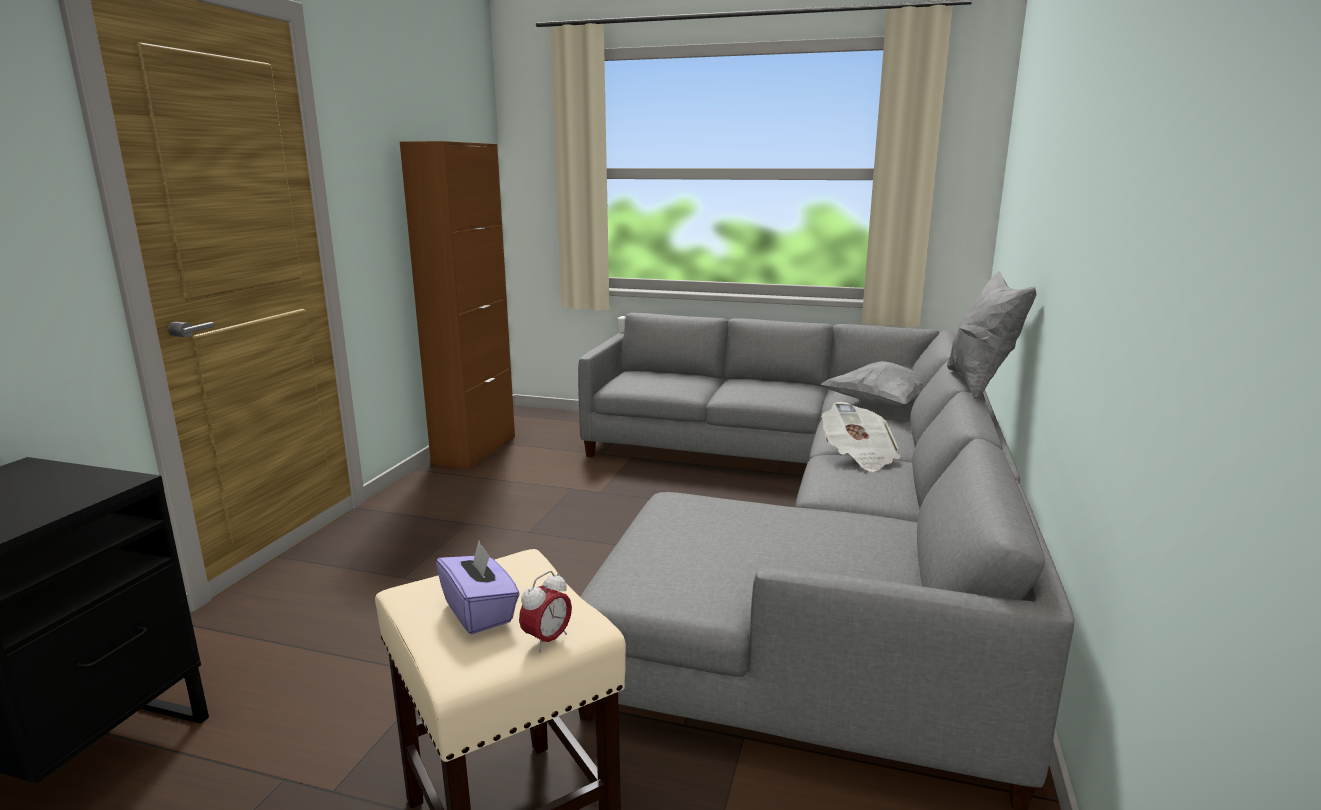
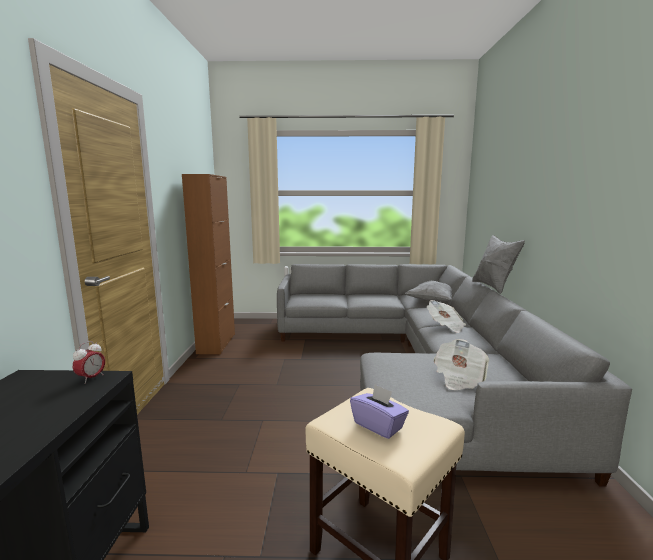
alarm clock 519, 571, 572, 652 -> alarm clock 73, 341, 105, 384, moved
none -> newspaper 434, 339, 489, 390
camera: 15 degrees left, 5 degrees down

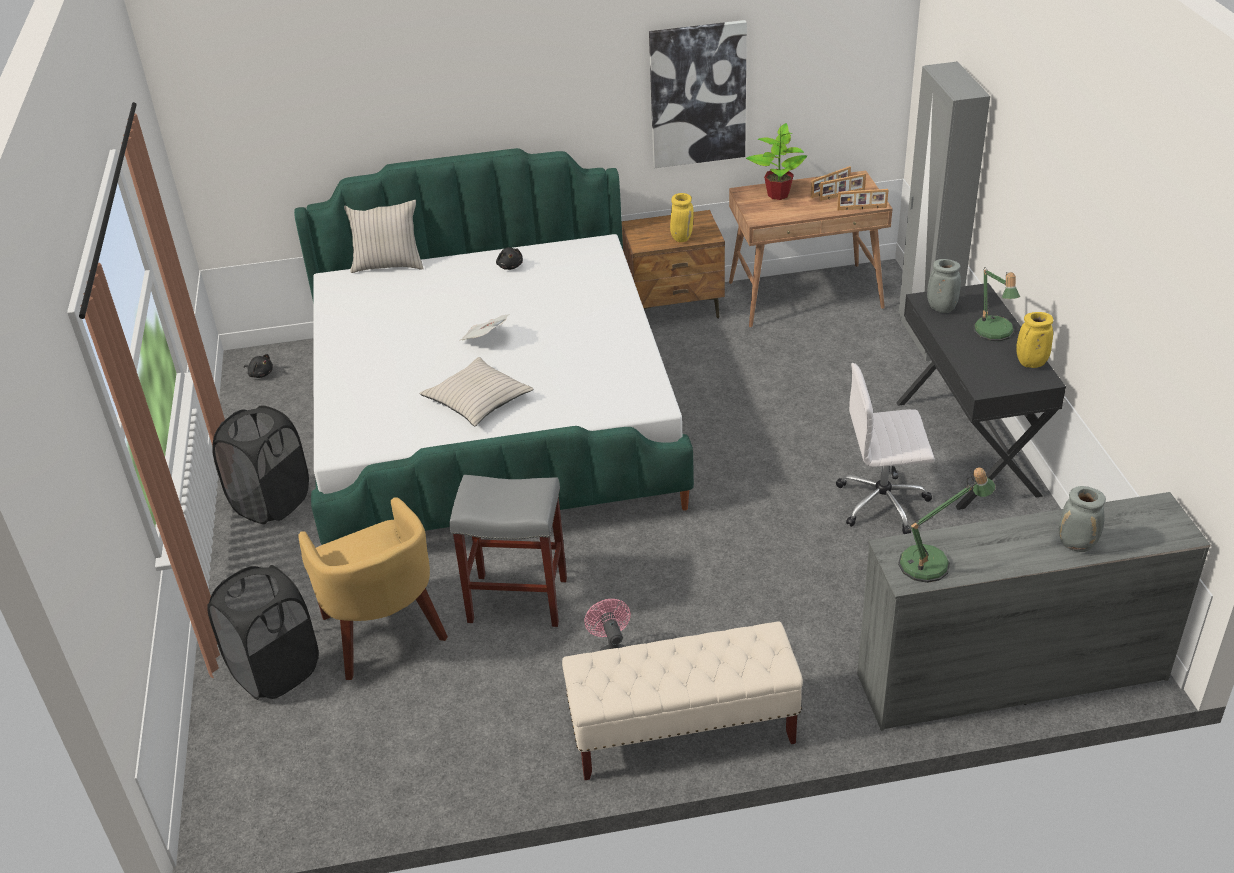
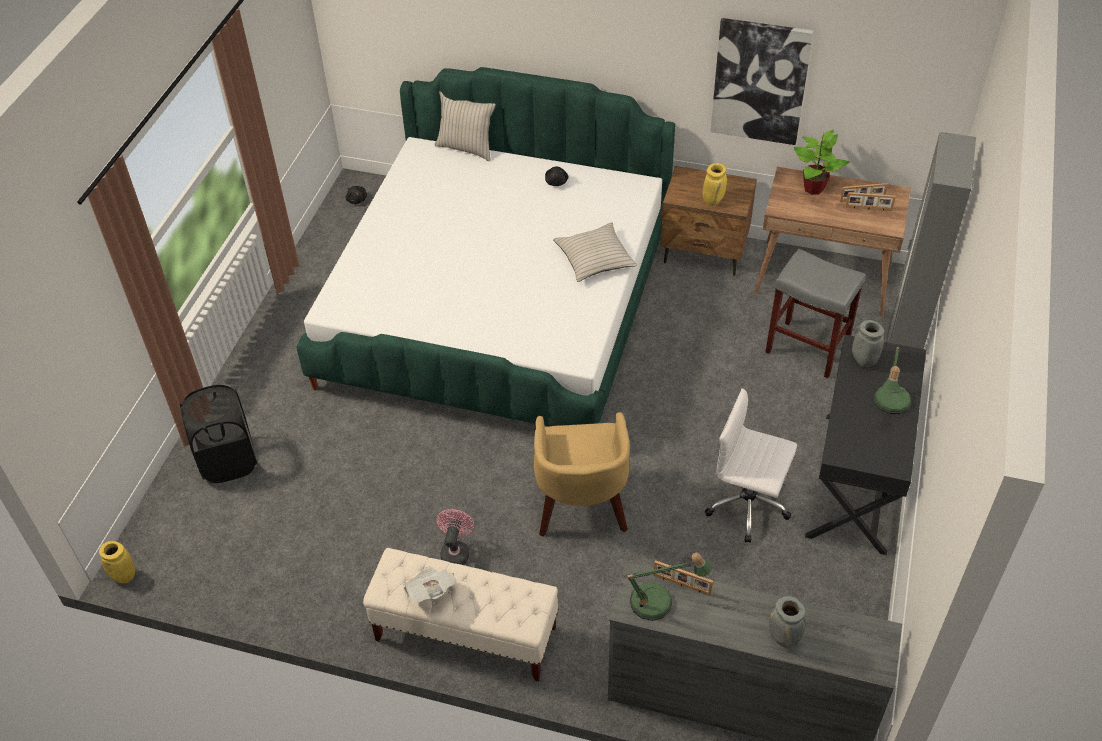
laundry basket/black 212, 405, 309, 524 -> none
armchair/yellow 298, 498, 448, 680 -> armchair/yellow 534, 412, 630, 537, moved
pillow/beige 419, 357, 534, 426 -> pillow/beige 553, 222, 637, 282, moved
stool/grey 449, 475, 567, 627 -> stool/grey 765, 249, 866, 378, moved
newspaper 459, 314, 510, 341 -> newspaper 403, 566, 455, 603, moved
picture frame 837, 189, 888, 210 -> picture frame 653, 560, 713, 596, moved
vase/yellow 1016, 312, 1053, 368 -> vase/yellow 99, 541, 135, 584, moved
camera: 25 degrees right, 10 degrees up

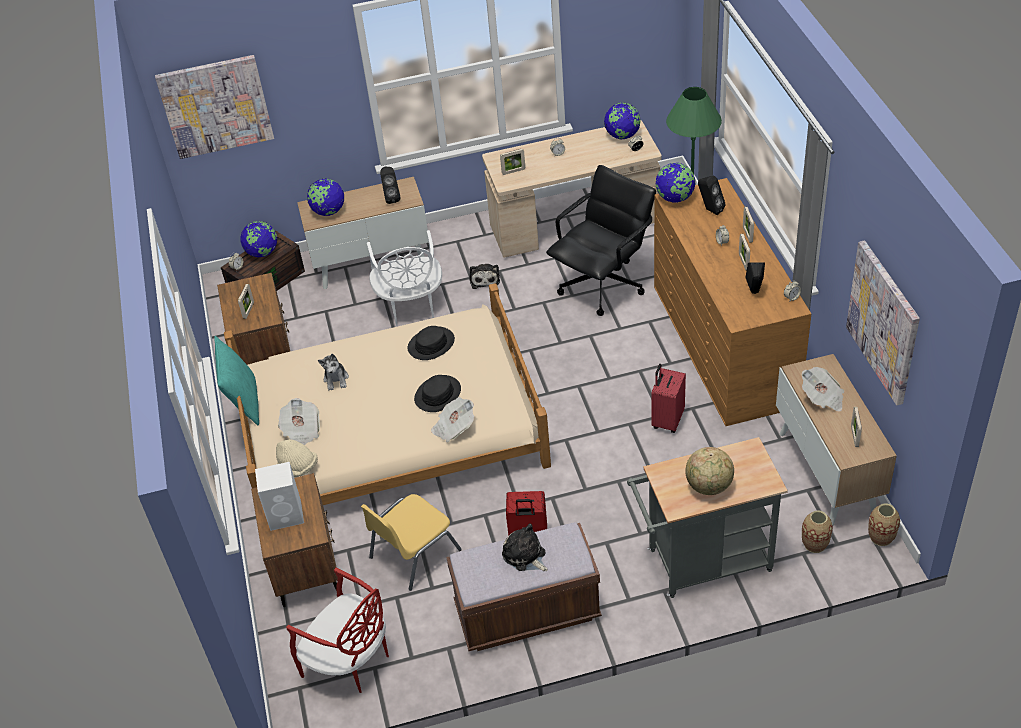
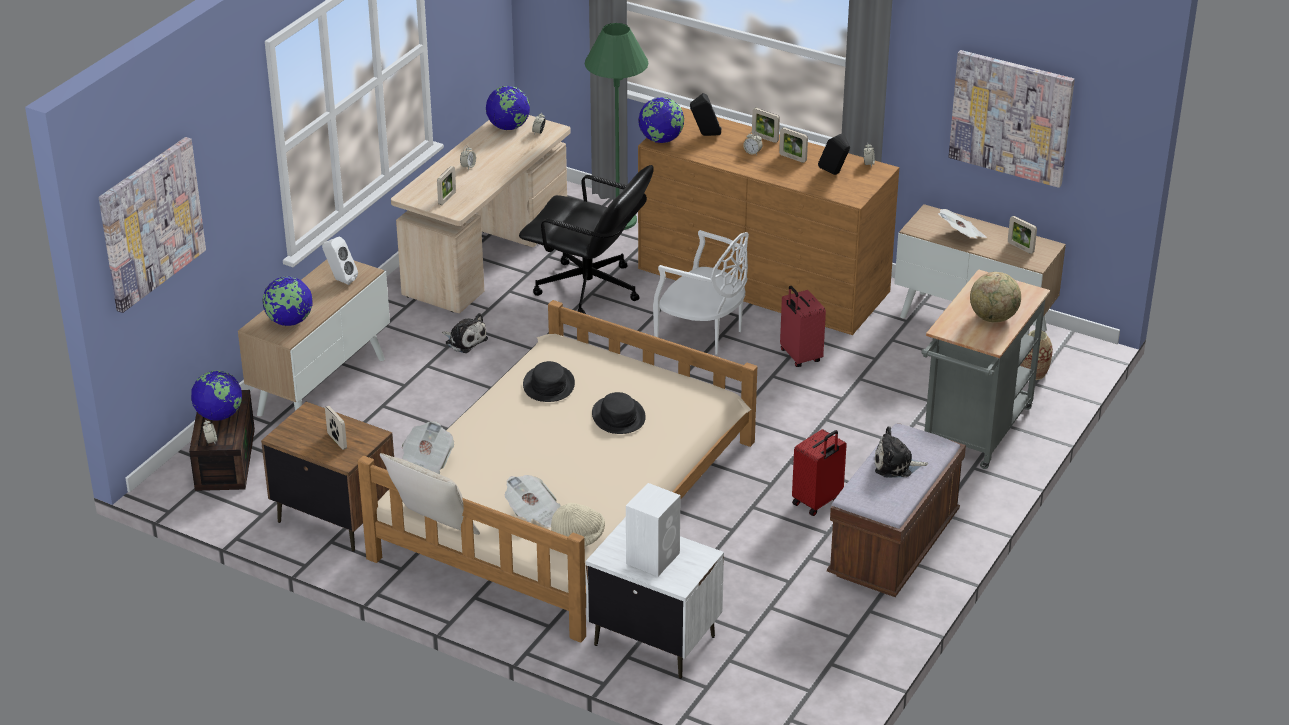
pillow/turquoise 214, 336, 259, 425 -> pillow/beige 380, 453, 480, 535
nightstand/brown 251, 473, 338, 607 -> nightstand/white 586, 517, 724, 679
chair/red 286, 568, 389, 693 -> none
plush toy 318, 354, 349, 391 -> none
chair/yellow 361, 494, 462, 591 -> none
chair/white 367, 230, 442, 326 -> chair/white 653, 230, 749, 355, moved
speaker/black 380, 167, 401, 204 -> speaker/white 322, 237, 358, 285
newspaper 431, 397, 474, 442 -> newspaper 402, 421, 454, 474, moved
office chair/black 546, 165, 656, 316 -> office chair/black 519, 165, 654, 314, 120 degrees clockwise
vase 868, 503, 900, 546 -> none
camera: 50 degrees left, 10 degrees down

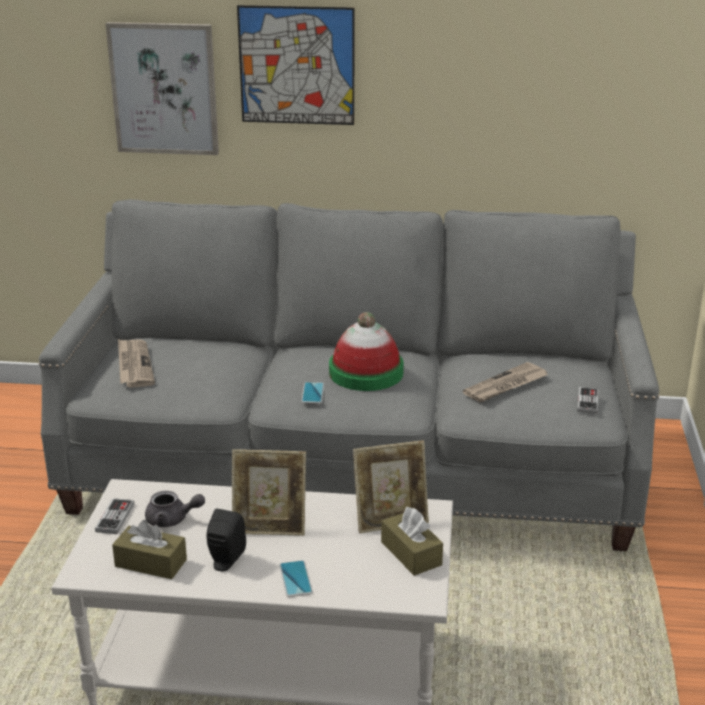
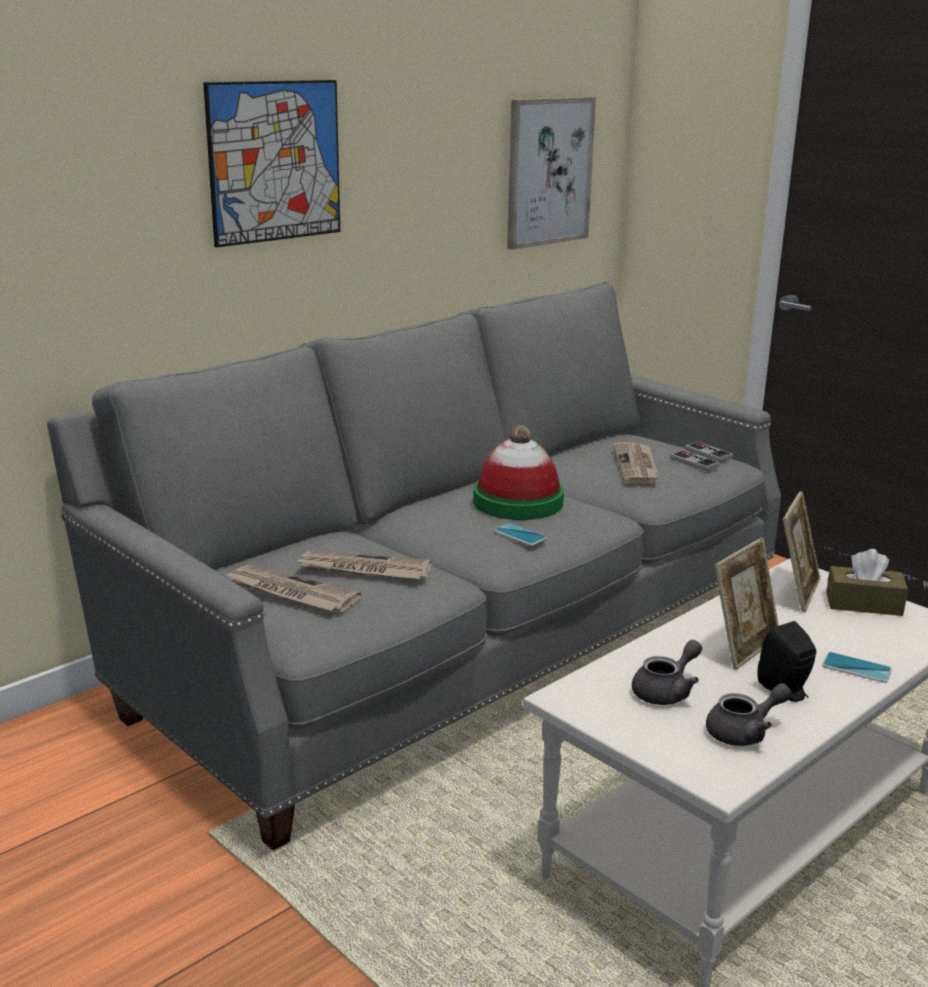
game controller 95, 498, 134, 534 -> game controller 670, 450, 720, 471, moved
picture 105, 22, 219, 155 -> picture 507, 97, 596, 250, moved
tissue box/brown 112, 520, 187, 579 -> teapot/grey 706, 683, 792, 746
none -> newspaper 295, 551, 432, 579
camera: 50 degrees left, 5 degrees down

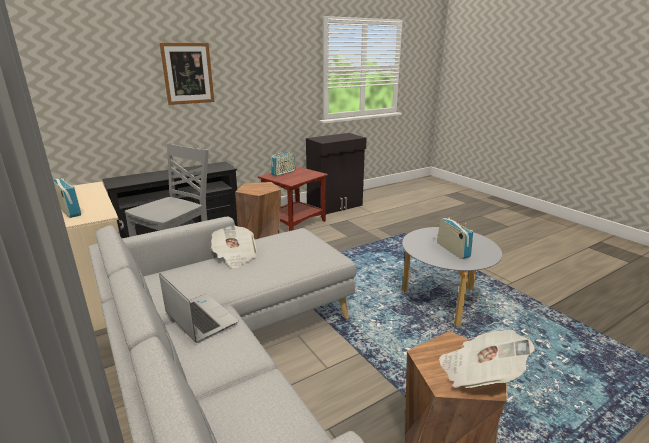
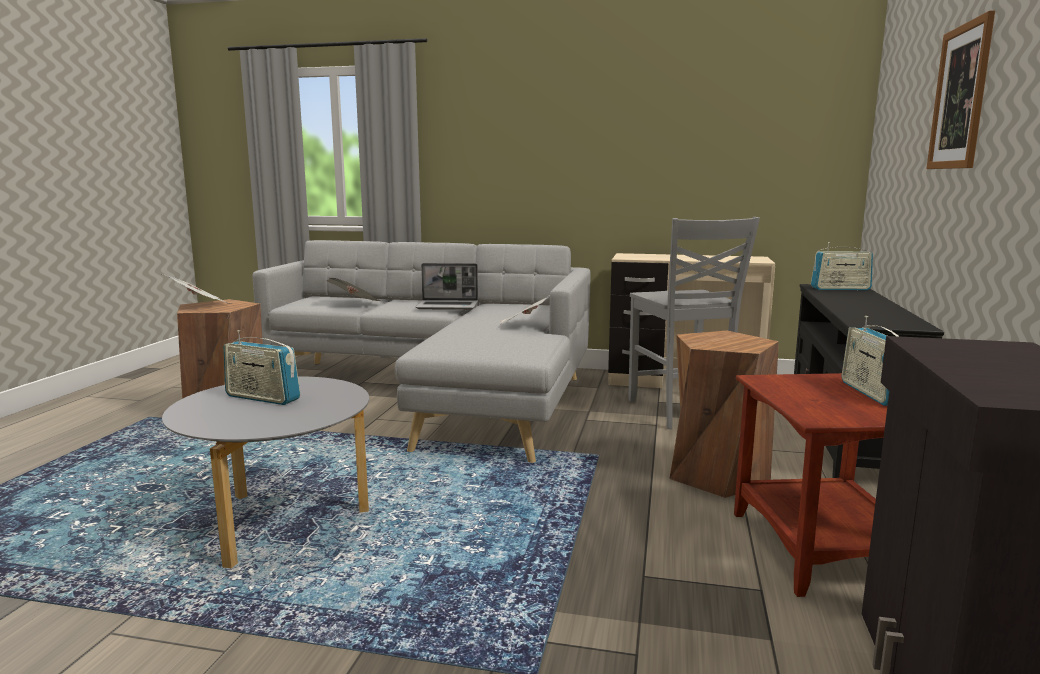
radio 53, 178, 81, 218 -> radio 811, 242, 873, 290, moved
none -> newspaper 326, 278, 381, 301
camera: 135 degrees right, 10 degrees down

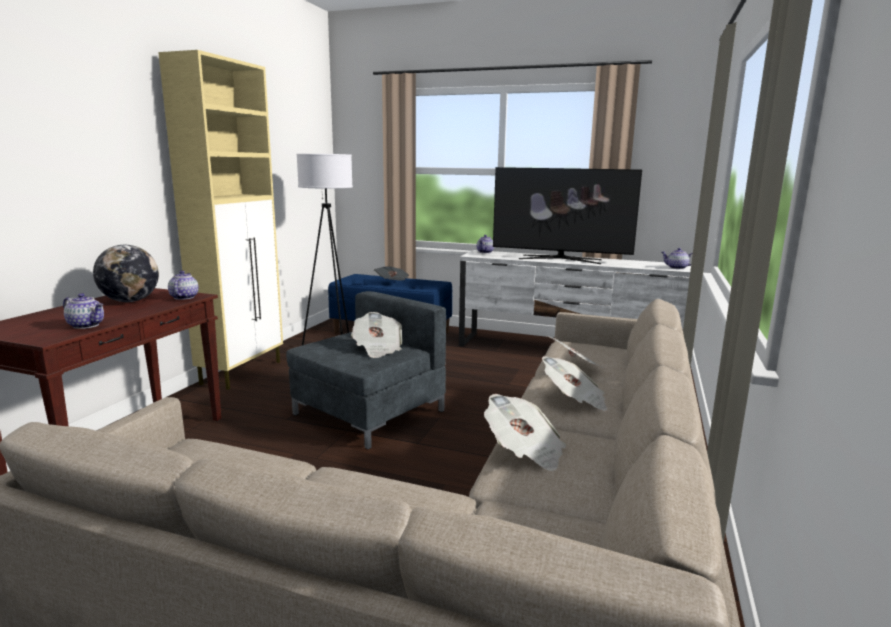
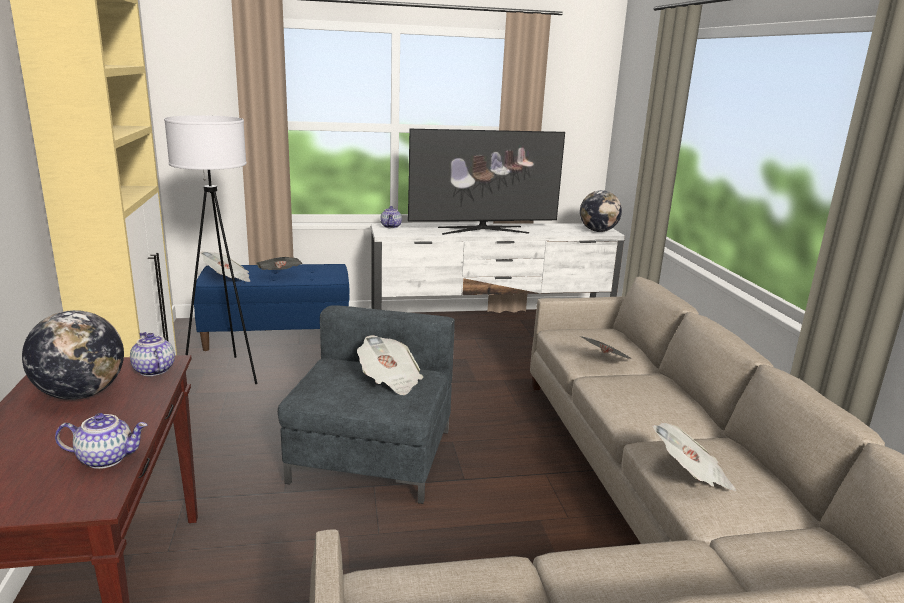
newspaper 542, 356, 607, 411 -> newspaper 201, 251, 250, 282, moved
teapot 661, 248, 693, 269 -> globe 580, 190, 622, 232
camera: 30 degrees left, 5 degrees up

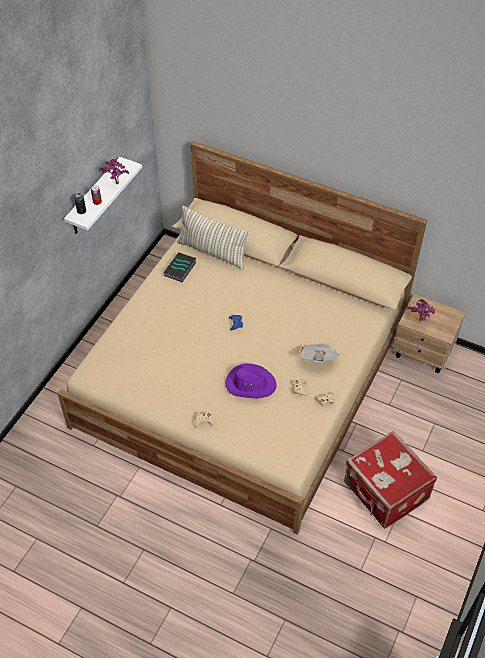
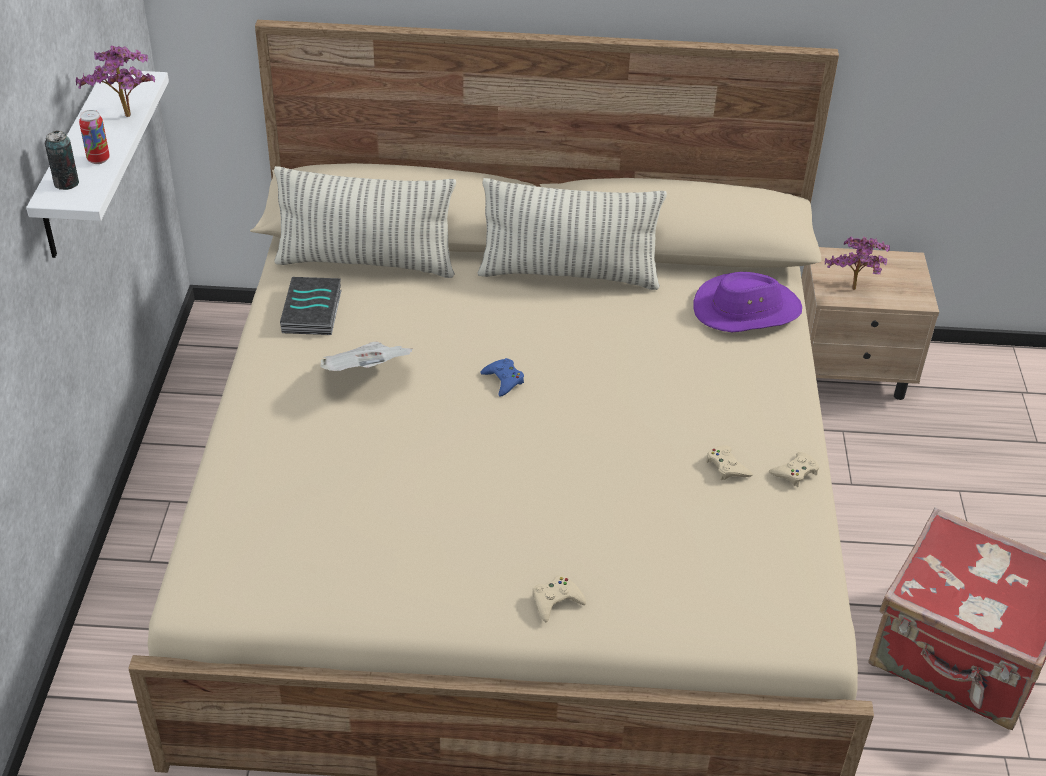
hat/purple 225, 364, 276, 399 -> hat/purple 693, 272, 802, 332, moved
newspaper 299, 343, 339, 362 -> newspaper 320, 341, 413, 371, moved
none -> pillow 477, 178, 667, 290
camera: 25 degrees left, 10 degrees down

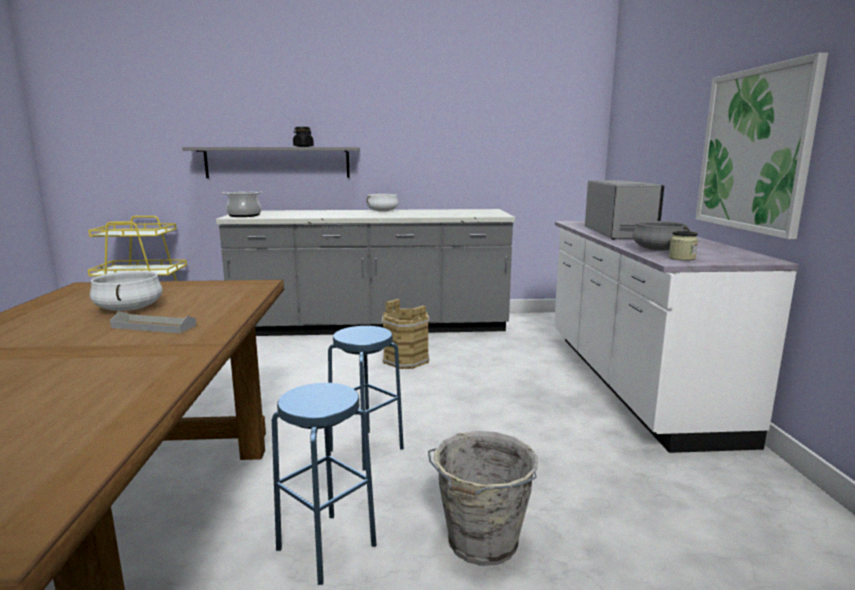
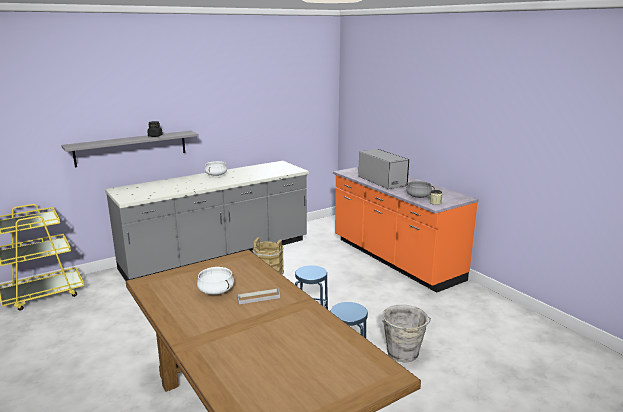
cooking pot 222, 192, 263, 217 -> none
counter/white 554, 221, 799, 453 -> counter/orange 333, 167, 479, 293
picture 695, 53, 828, 239 -> none
camera: 30 degrees left, 5 degrees up

